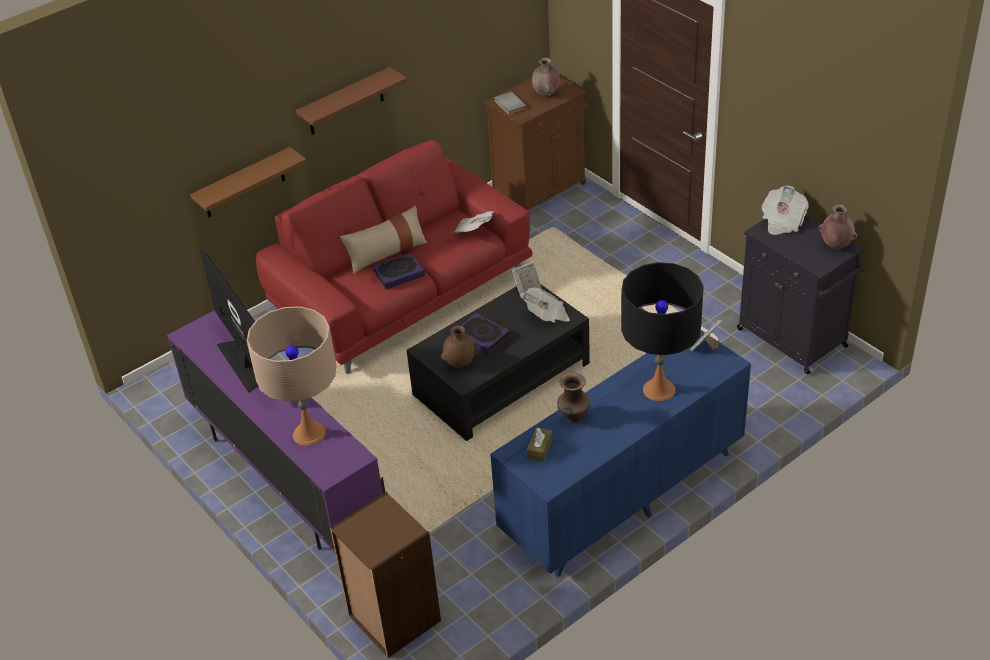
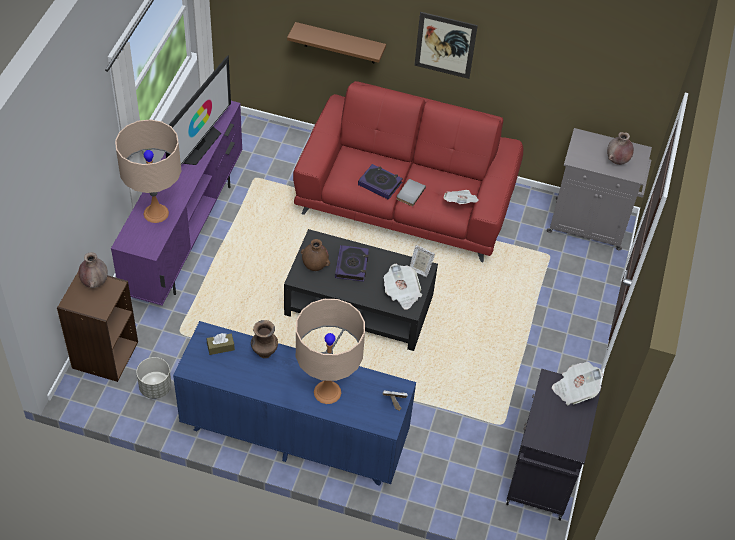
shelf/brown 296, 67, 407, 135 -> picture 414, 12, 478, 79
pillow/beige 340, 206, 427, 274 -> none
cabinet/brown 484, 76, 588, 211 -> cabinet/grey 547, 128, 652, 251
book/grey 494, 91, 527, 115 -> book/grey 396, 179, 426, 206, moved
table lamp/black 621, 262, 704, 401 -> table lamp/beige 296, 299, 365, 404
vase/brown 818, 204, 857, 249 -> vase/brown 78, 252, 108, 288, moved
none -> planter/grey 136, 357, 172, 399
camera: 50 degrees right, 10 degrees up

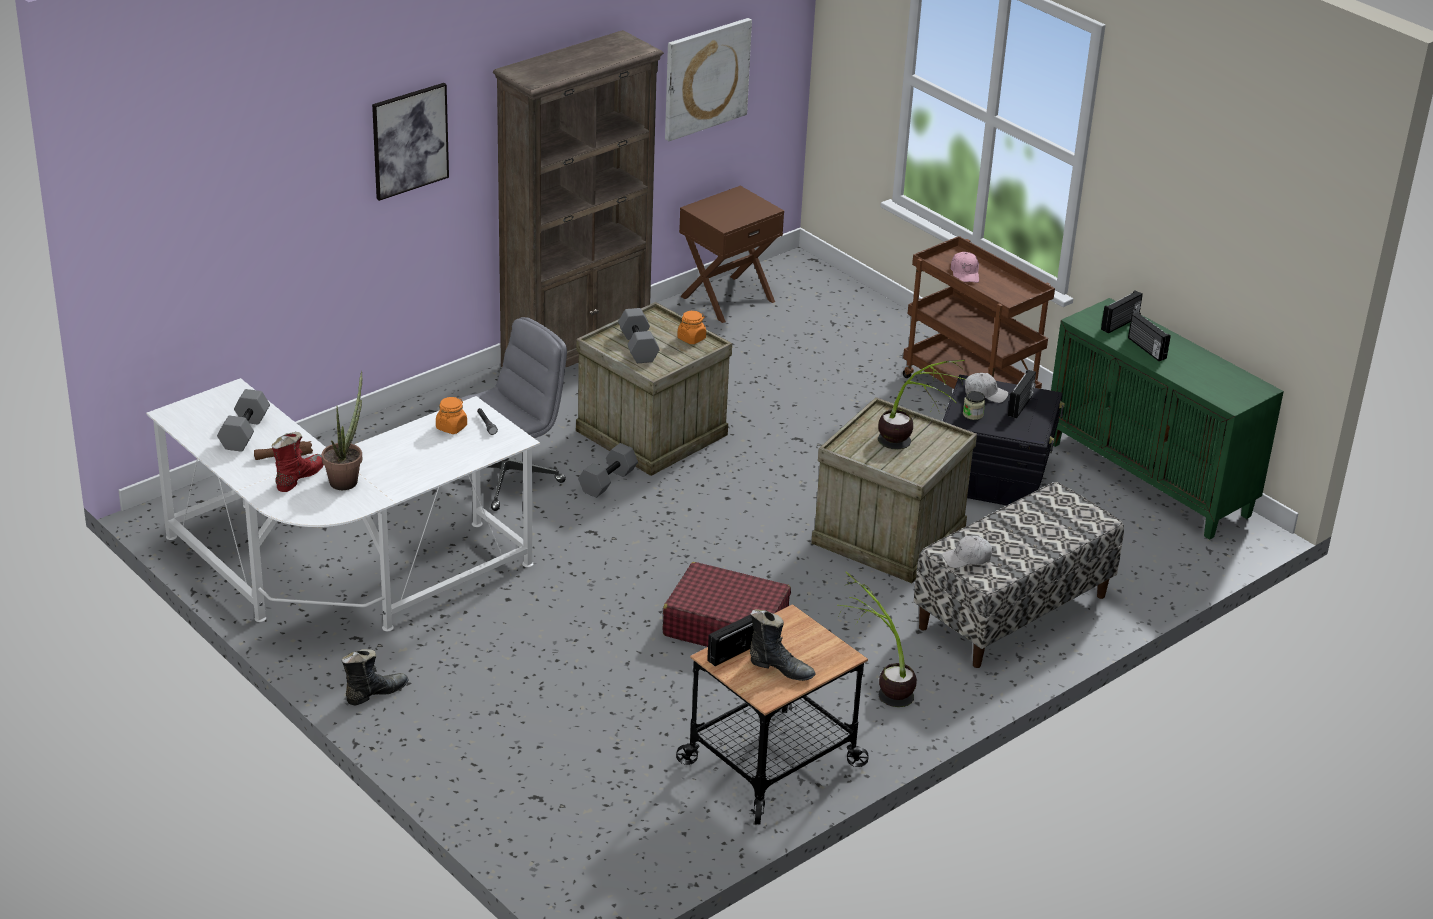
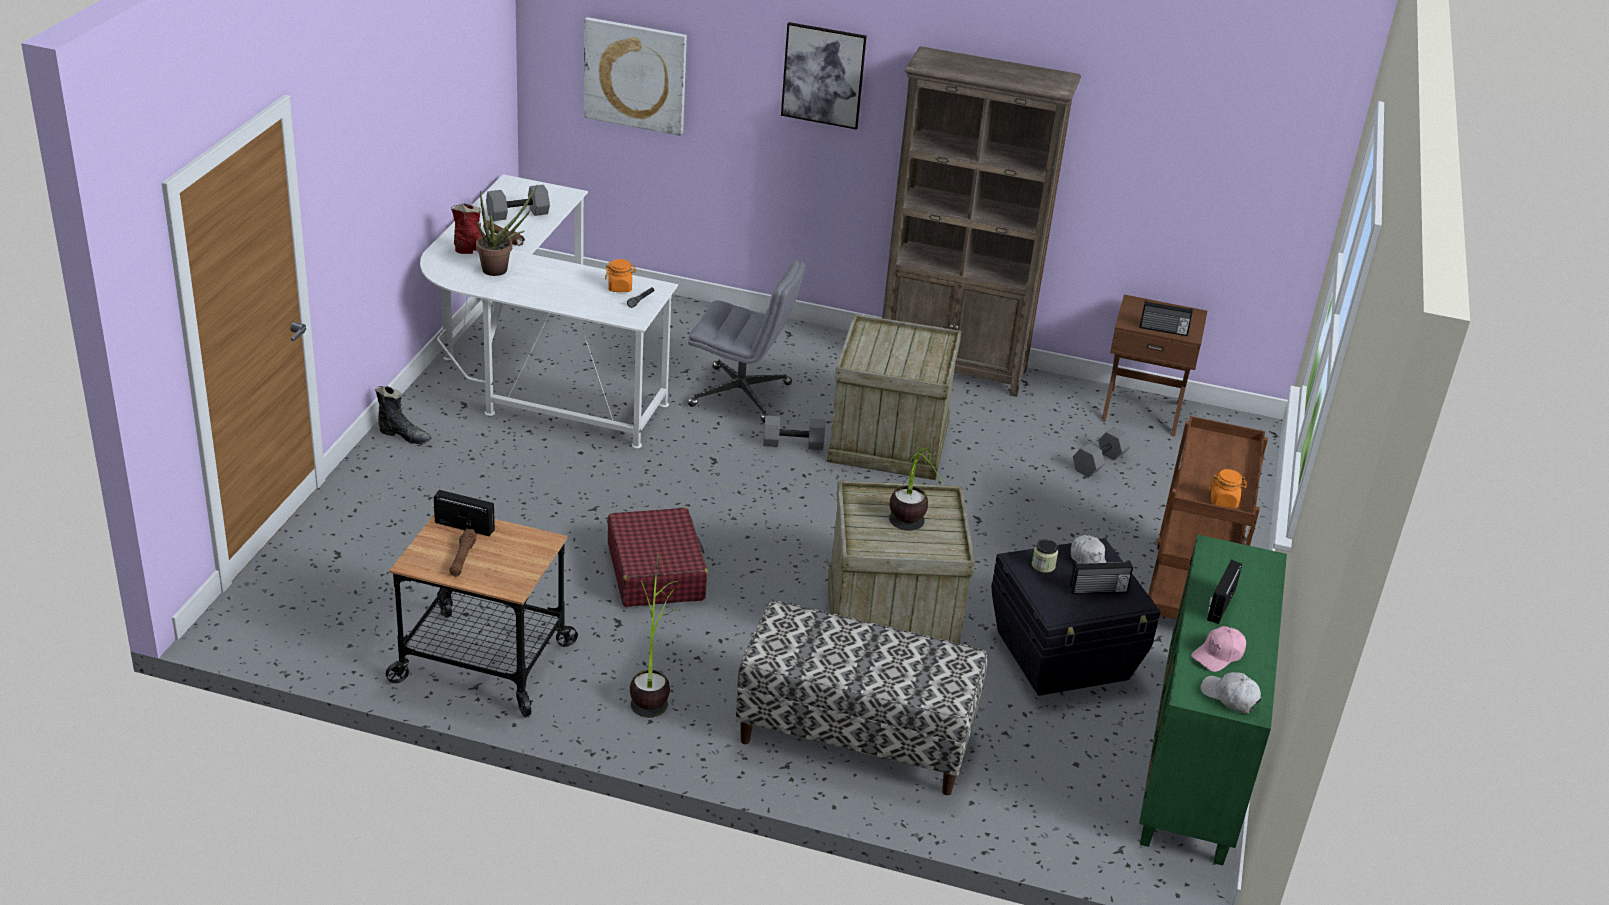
dumbbell/grey 618, 308, 660, 363 -> dumbbell/grey 1073, 427, 1130, 477, moved
picture 665, 18, 752, 141 -> picture 584, 17, 687, 136, moved
jar/orange 677, 311, 706, 344 -> jar/orange 1209, 469, 1247, 508, moved
boot/black 750, 609, 815, 681 -> flashlight/brown 449, 529, 477, 576
cap/white 942, 536, 992, 568 -> cap/white 1200, 672, 1261, 714, moved
cap/pink 950, 252, 979, 283 -> cap/pink 1191, 626, 1246, 672, moved
radio 1101, 290, 1143, 334 -> radio 1140, 300, 1193, 336, moved
camera: 55 degrees right, 0 degrees up

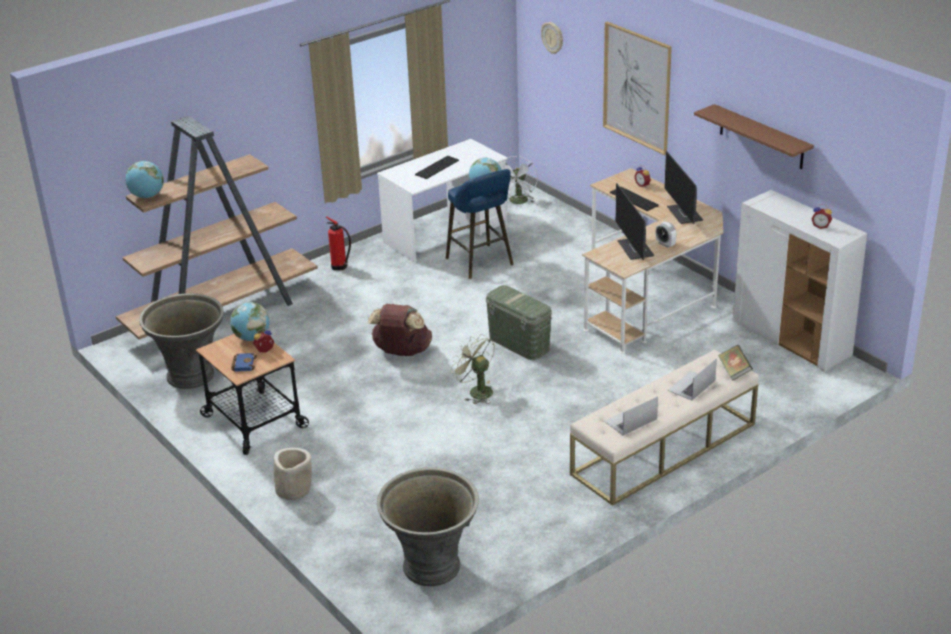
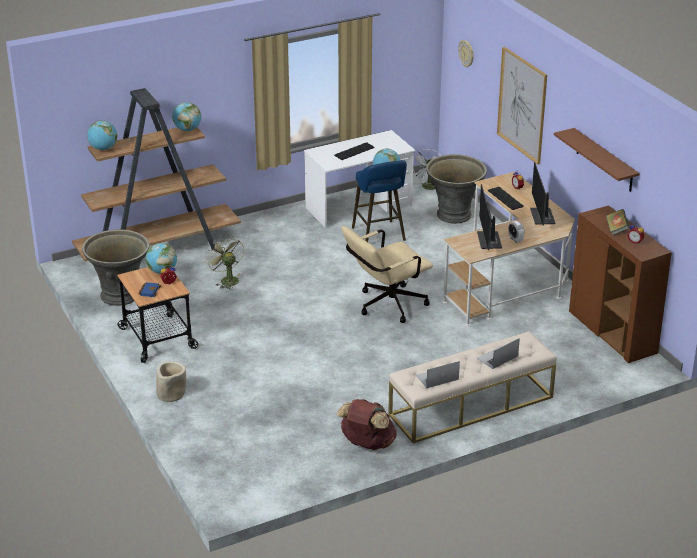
fire extinguisher 326, 216, 351, 270 -> none
backpack/brown 368, 304, 432, 356 -> backpack/brown 337, 399, 397, 450, moved
planter/grey 377, 467, 479, 586 -> planter/grey 426, 154, 487, 224, moved
fan/green 450, 334, 494, 404 -> fan/green 206, 236, 244, 289, moved
storage box/green 486, 285, 552, 360 -> office chair/beige 342, 226, 433, 323
book 718, 345, 753, 381 -> book 606, 209, 630, 235, moved
cabinet/white 733, 190, 867, 371 -> cabinet/brown 569, 205, 672, 363
none -> globe 172, 102, 201, 131
camera: 10 degrees right, 0 degrees up

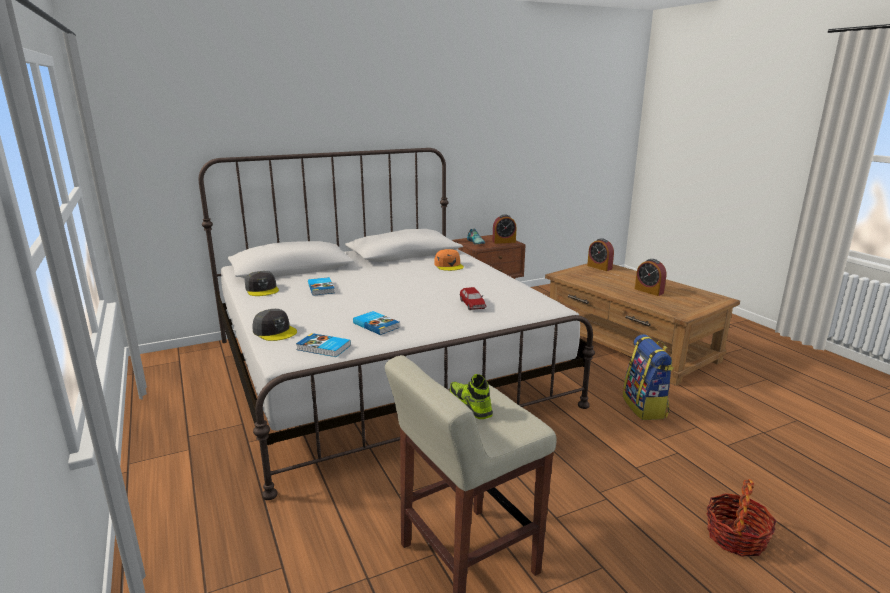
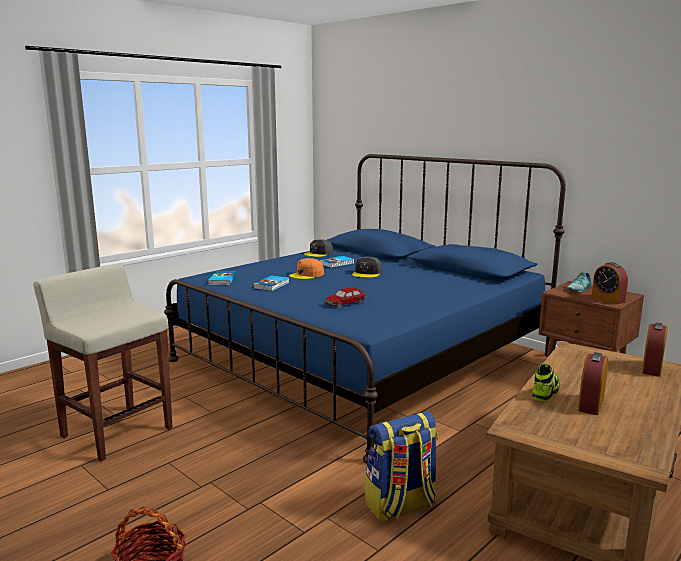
bed/white 198, 148, 595, 500 -> bed/blue 164, 154, 566, 464
cap/grey 252, 309, 297, 341 -> cap/grey 352, 257, 382, 278, moved
cap/orange 434, 249, 464, 271 -> cap/orange 289, 258, 324, 279, moved
shoe 449, 374, 493, 419 -> shoe 532, 364, 560, 402, moved
camera: 70 degrees right, 5 degrees down

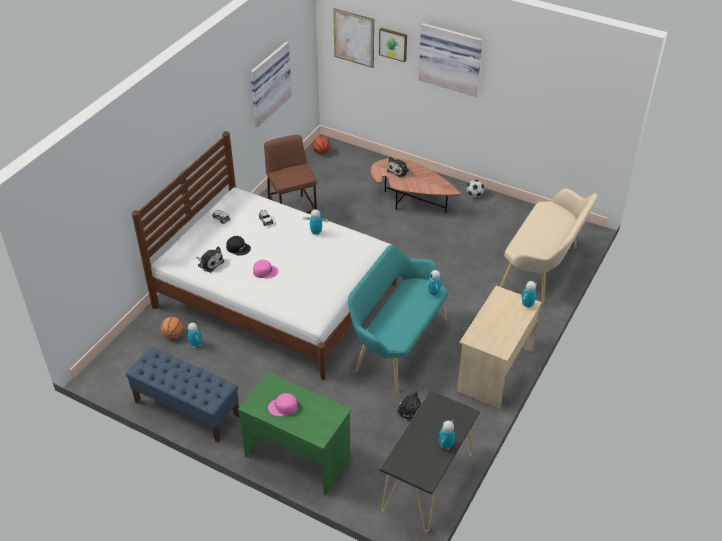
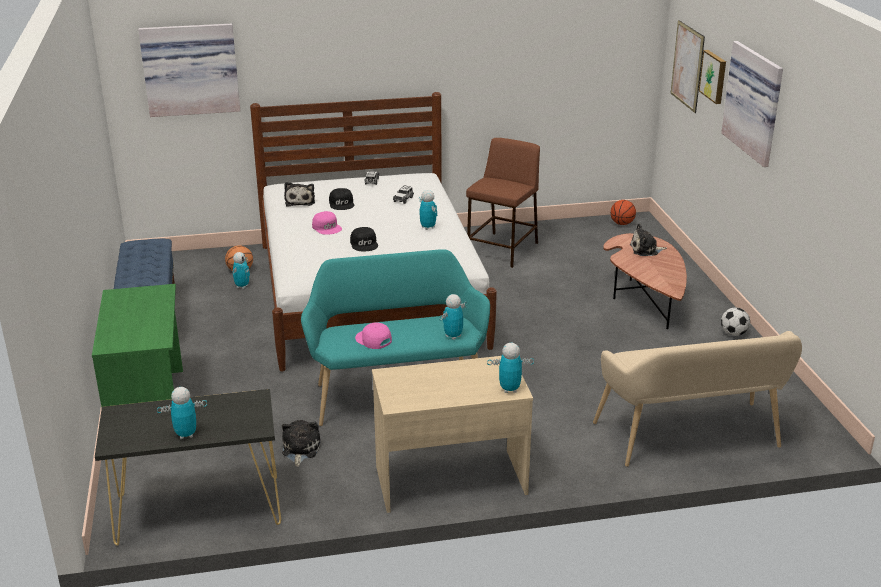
picture 250, 42, 292, 127 -> picture 138, 24, 240, 117, moved
cap/pink 268, 393, 298, 416 -> cap/pink 355, 322, 392, 349, moved
none -> cap/black 350, 227, 378, 251
camera: 50 degrees right, 15 degrees down

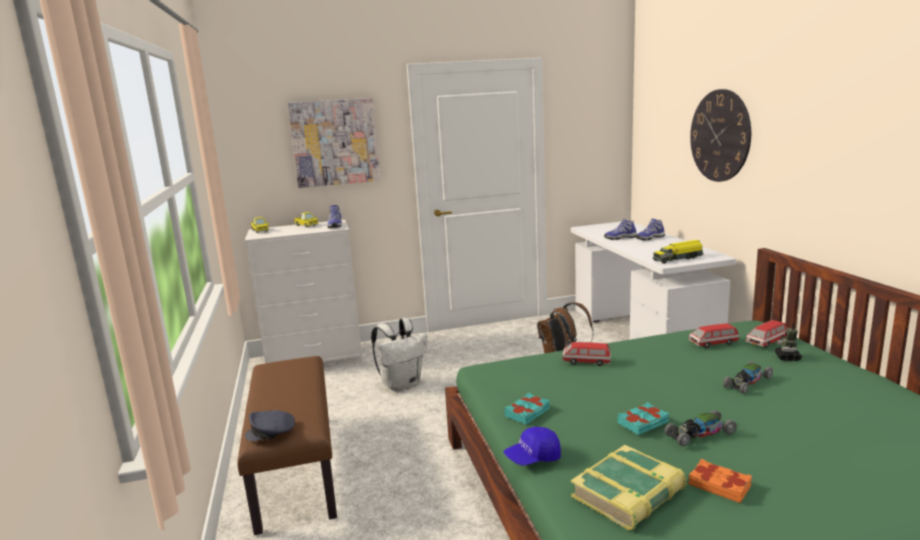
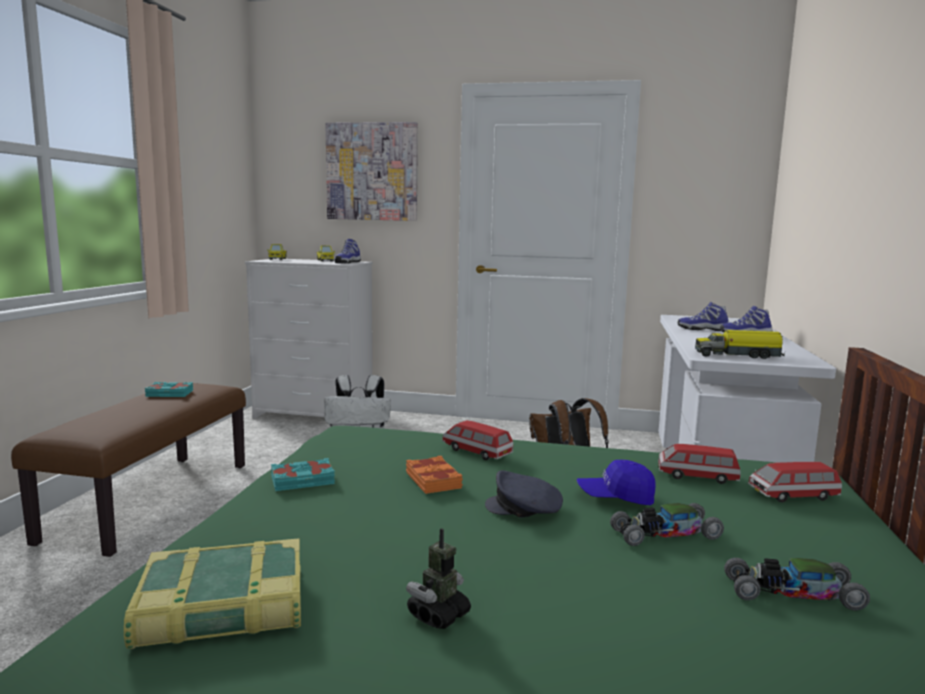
cap/grey 245, 410, 295, 441 -> cap/grey 485, 470, 563, 518, moved
cap/blue 504, 427, 561, 465 -> cap/blue 577, 460, 656, 505, moved
book/turquoise 618, 402, 669, 435 -> book/turquoise 145, 382, 193, 397, moved
toy car 664, 410, 737, 446 -> toy car 724, 557, 870, 611, moved
book/orange 689, 459, 752, 503 -> book/orange 406, 456, 463, 494, moved
wall clock 690, 89, 751, 182 -> none
toy robot 775, 322, 802, 361 -> toy robot 406, 528, 471, 629, moved
camera: 25 degrees right, 5 degrees down

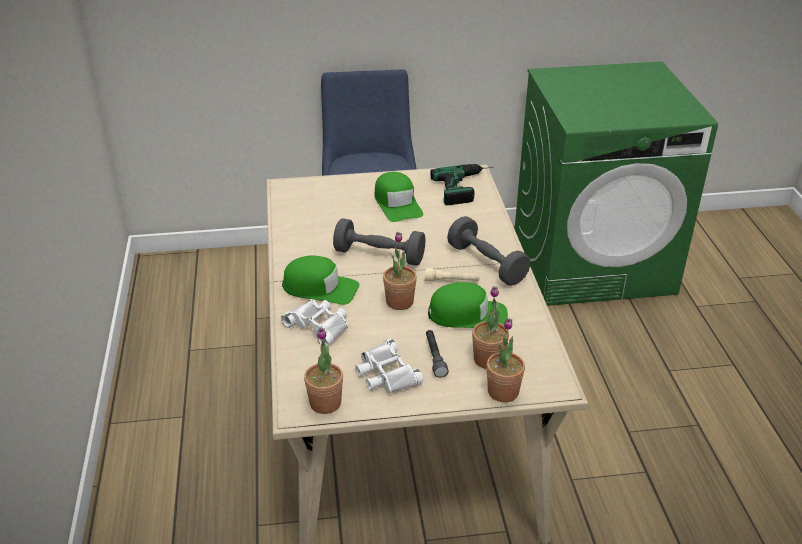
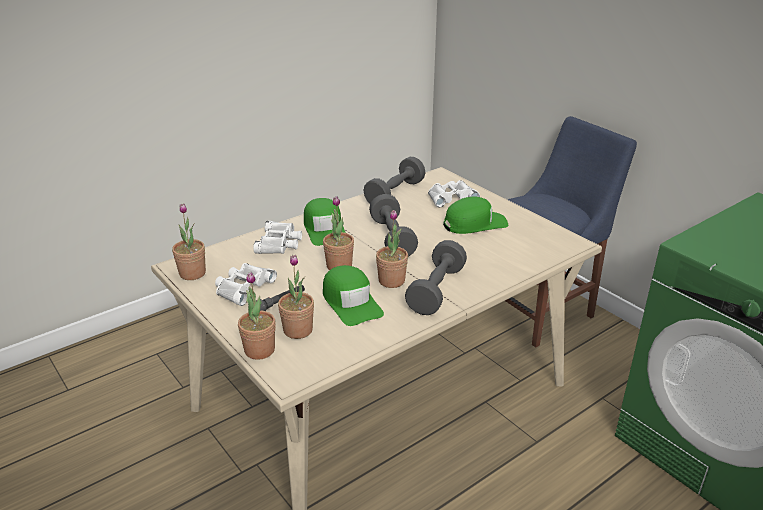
cap/green 375, 172, 423, 222 -> cap/green 443, 196, 508, 234, 150 degrees counterclockwise
flashlight/beige 425, 268, 480, 282 -> potted plant 376, 210, 408, 288
power drill 430, 164, 493, 206 -> none
none -> dumbbell/grey 364, 157, 425, 204
none -> binoculars/white 428, 180, 480, 208
camera: 60 degrees right, 5 degrees down

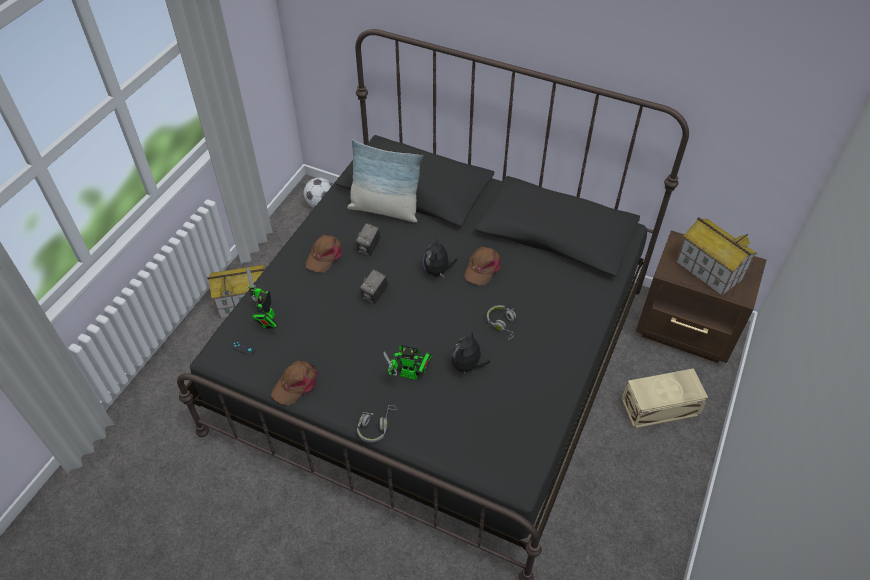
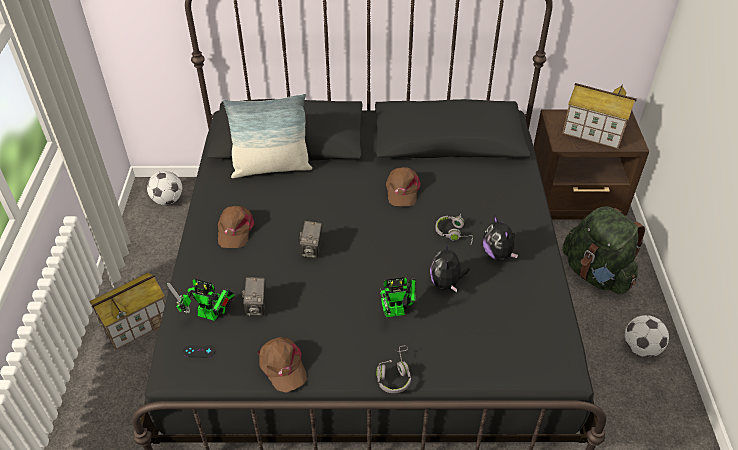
toy robot 246, 268, 278, 329 -> toy robot 167, 279, 235, 321, 60 degrees counterclockwise
cap/brown 271, 360, 317, 405 -> cap/brown 257, 337, 307, 393, 45 degrees counterclockwise
photo camera 356, 223, 381, 256 -> photo camera 242, 277, 266, 316, moved
plush toy 423, 236, 457, 278 -> plush toy 483, 215, 518, 260, moved
storage box/beige 622, 368, 708, 429 -> backpack/green 562, 206, 645, 295
none -> football 625, 315, 669, 357
camera: 25 degrees left, 5 degrees down

